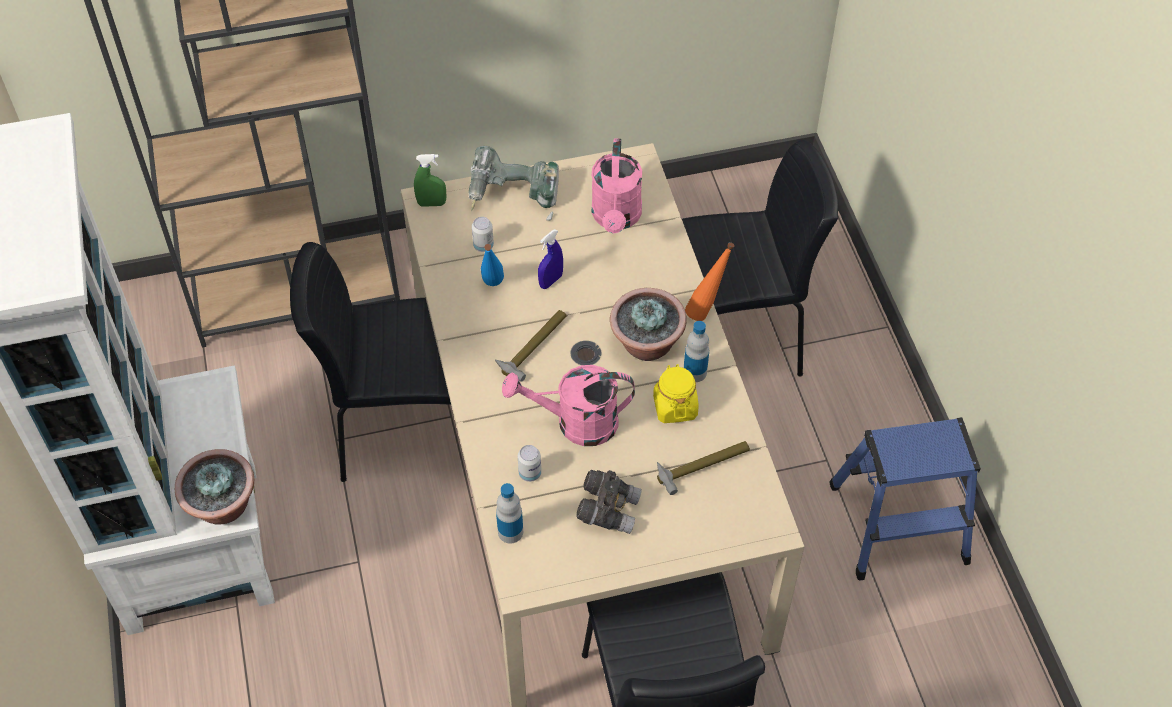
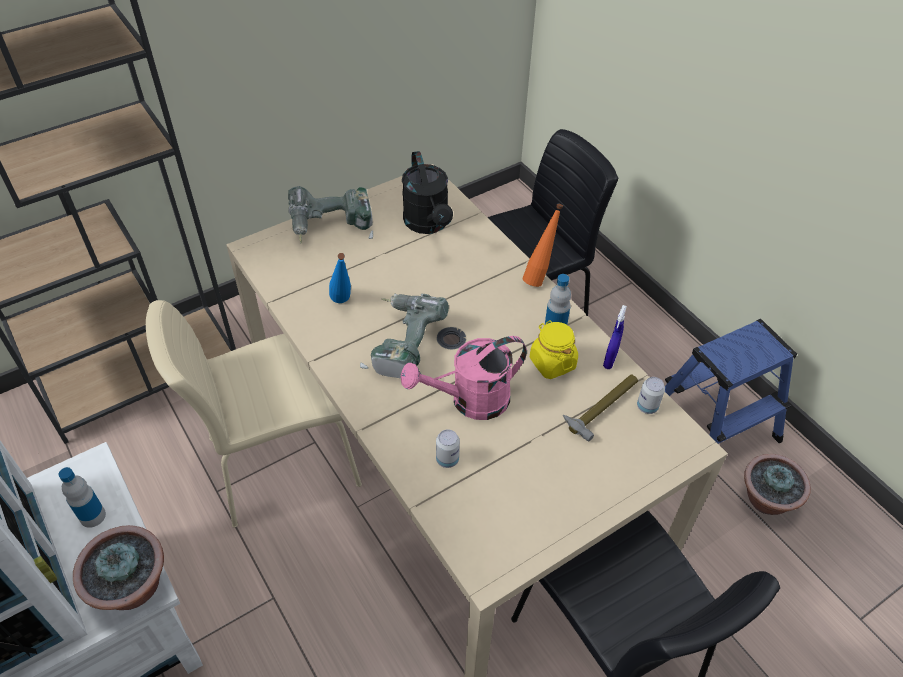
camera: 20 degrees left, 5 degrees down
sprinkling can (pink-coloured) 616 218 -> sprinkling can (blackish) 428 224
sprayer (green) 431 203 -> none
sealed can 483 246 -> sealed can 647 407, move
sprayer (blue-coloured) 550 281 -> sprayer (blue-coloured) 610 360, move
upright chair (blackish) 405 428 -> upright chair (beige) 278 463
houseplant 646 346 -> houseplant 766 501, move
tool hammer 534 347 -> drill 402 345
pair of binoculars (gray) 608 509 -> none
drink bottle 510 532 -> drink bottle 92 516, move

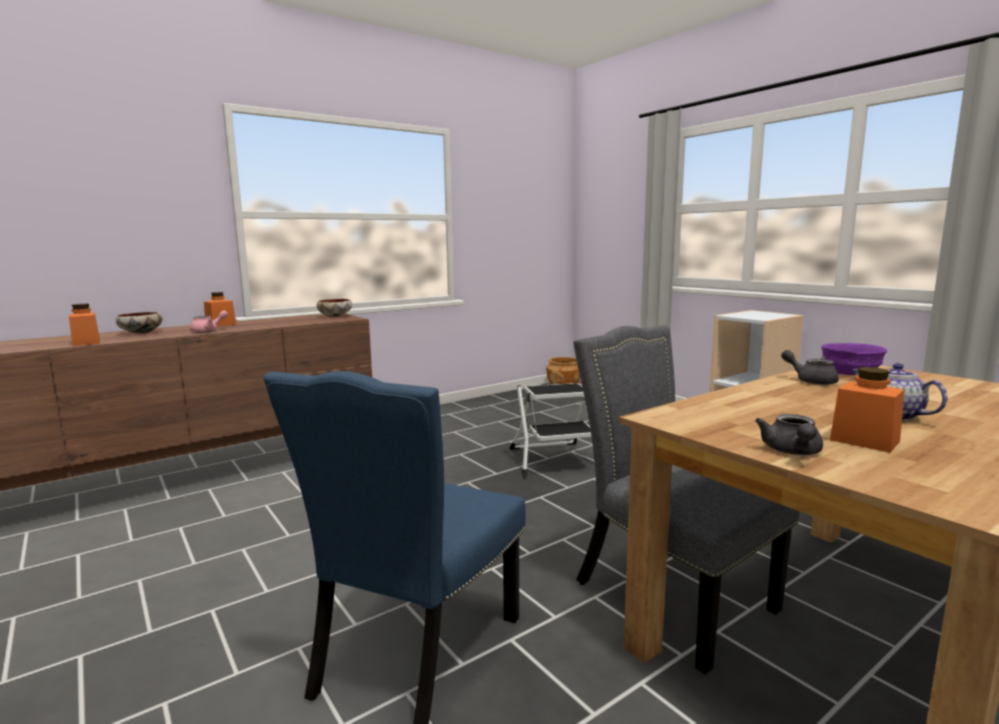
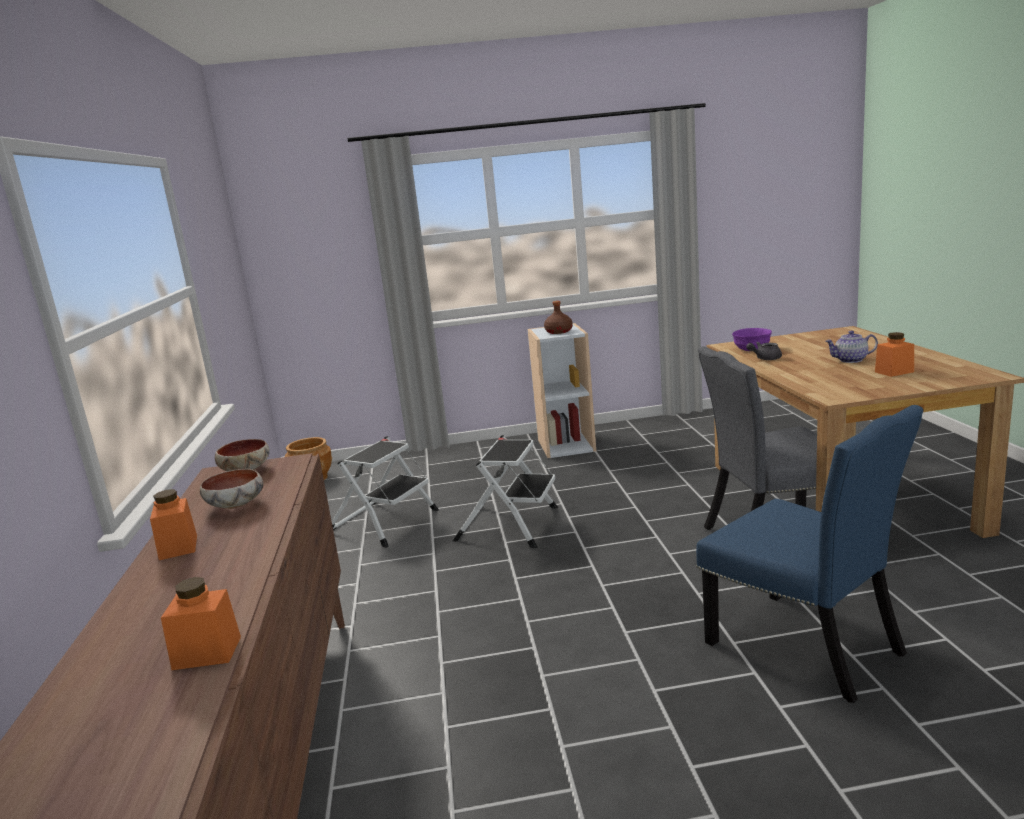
camera: 60 degrees left, 5 degrees up
pot for tea (pink-coloured) 208 331 -> none
deep dish 141 333 -> deep dish 237 505, move
pot for tea (gray) 792 452 -> none
none -> drink bottle (brown-coloured) 559 331
none -> step ladder 383 522

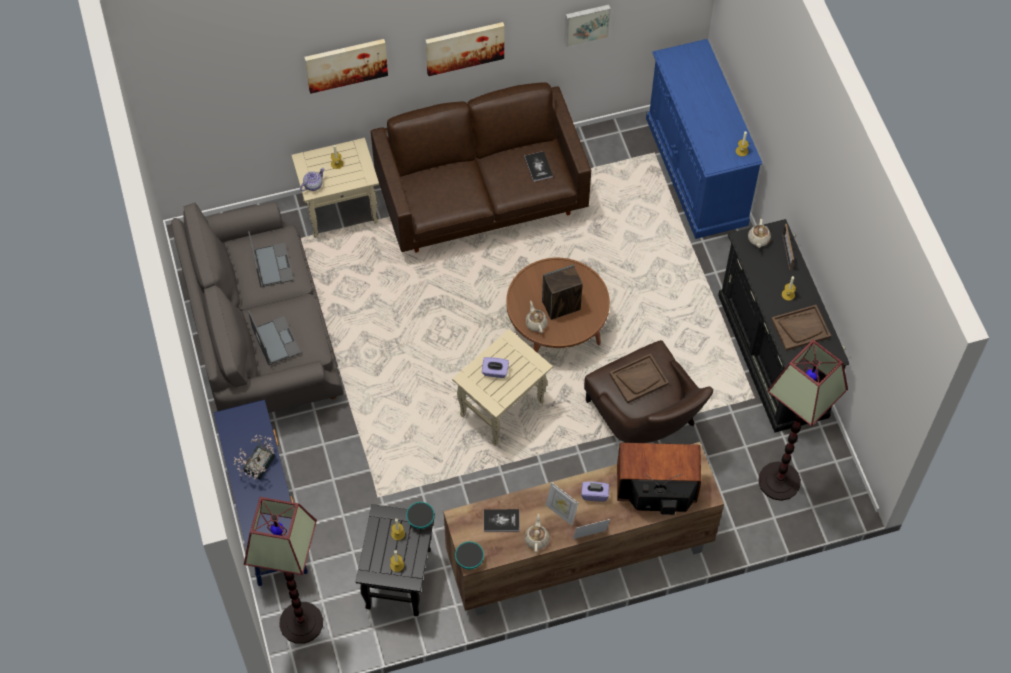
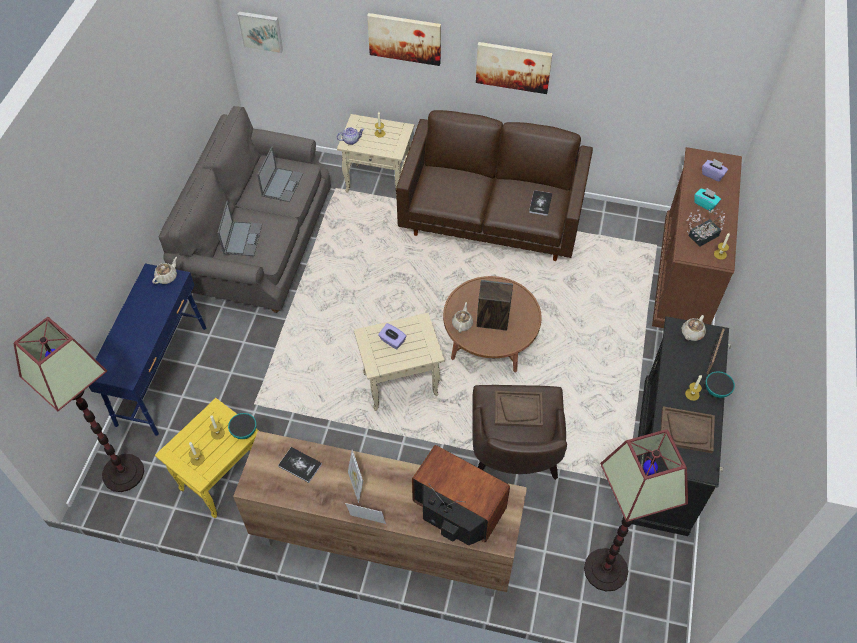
camera: 30 degrees right, 5 degrees down
wall art 586 23 -> wall art 261 31, move
cupboard (blue-coloured) 695 172 -> cupboard (brown-coloured) 684 274
houseplant 257 467 -> houseplant 700 237, move
tissue holder (purple) 594 494 -> tissue holder (purple) 712 174, move
side table (blackish) 399 580 -> side table (yellowish) 222 480
pot for tea (beige) 536 539 -> pot for tea (beige) 167 277, move
deep dish 469 560 -> deep dish 716 390, move
none -> tissue holder (blue-green) 705 204

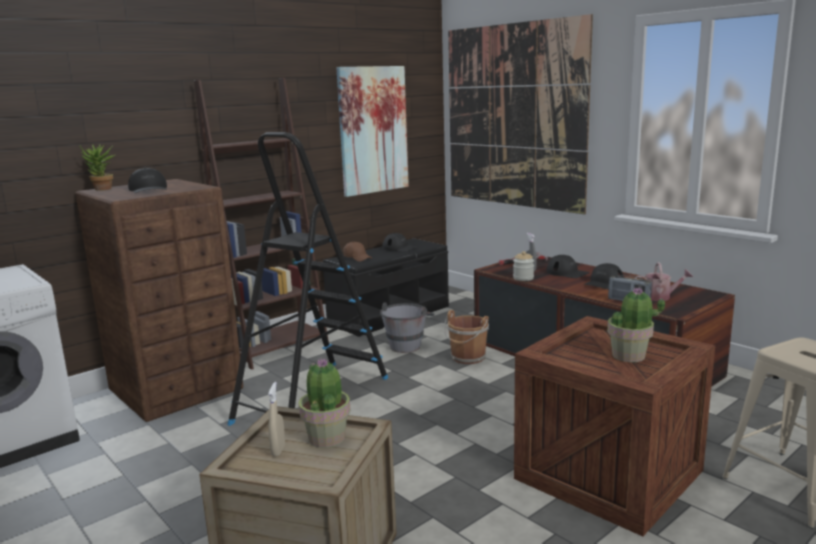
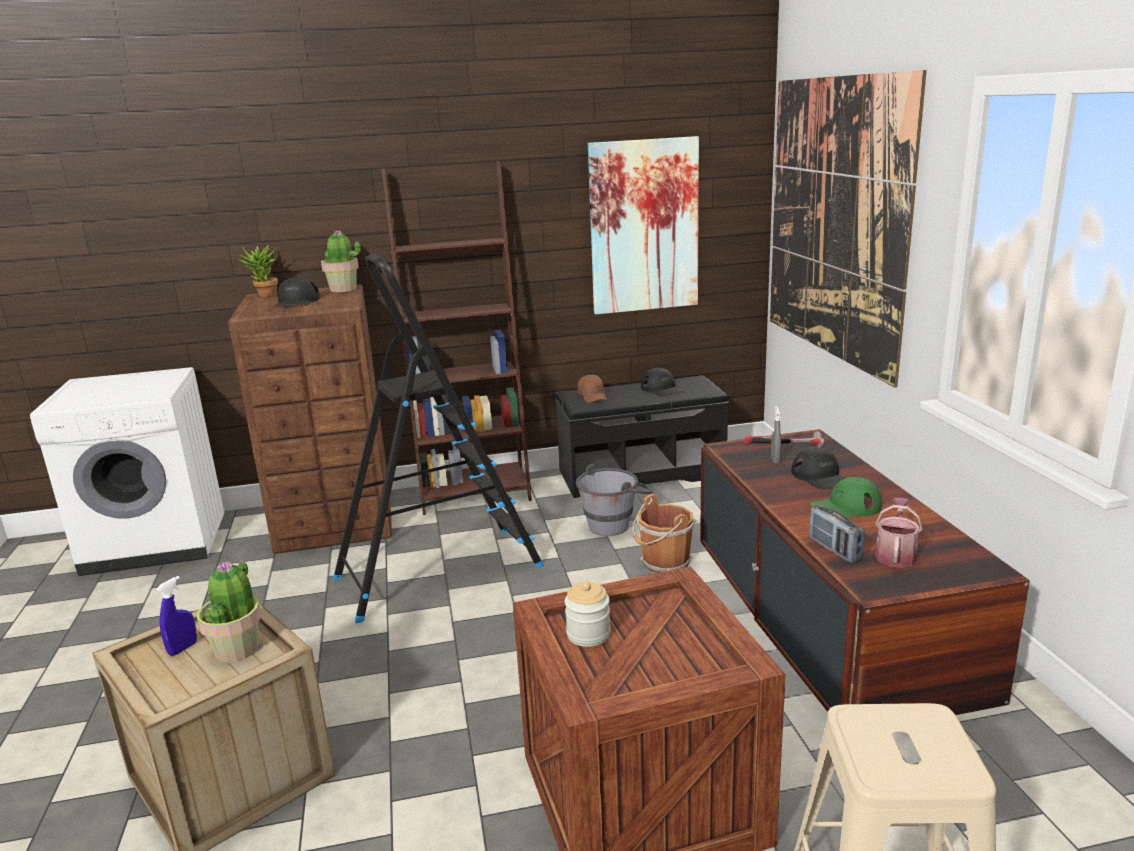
camera: 30 degrees right, 5 degrees up
storage jar 523 278 -> storage jar 588 634, move
sprinkling can 661 297 -> sprinkling can 895 554, 105 degrees counterclockwise
cap (blackish) 603 283 -> cap (green) 846 507
houseplant 629 356 -> houseplant 343 289, move
sprayer (beige) 278 450 -> sprayer (blue-coloured) 183 648

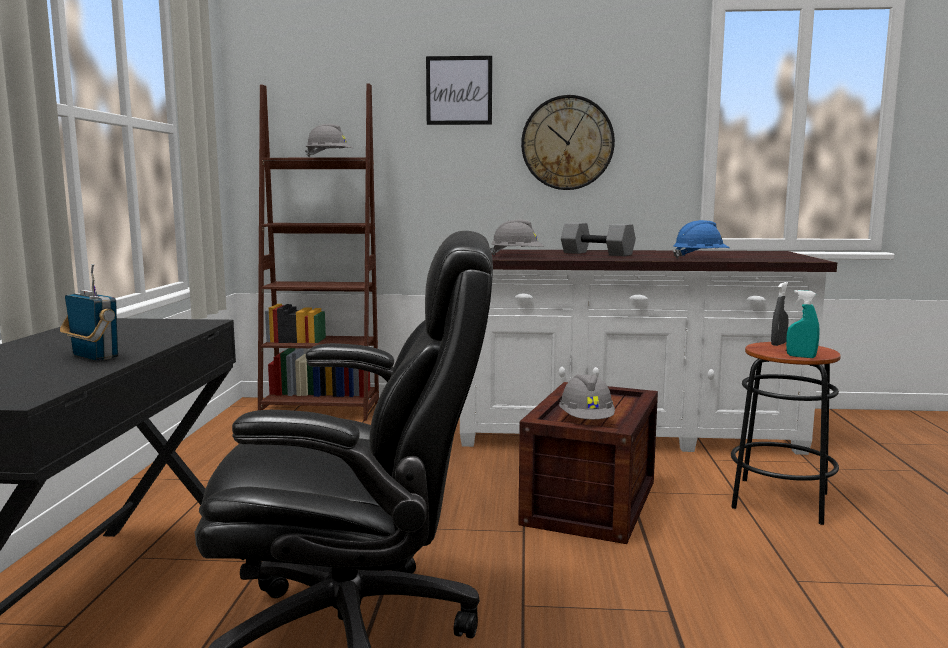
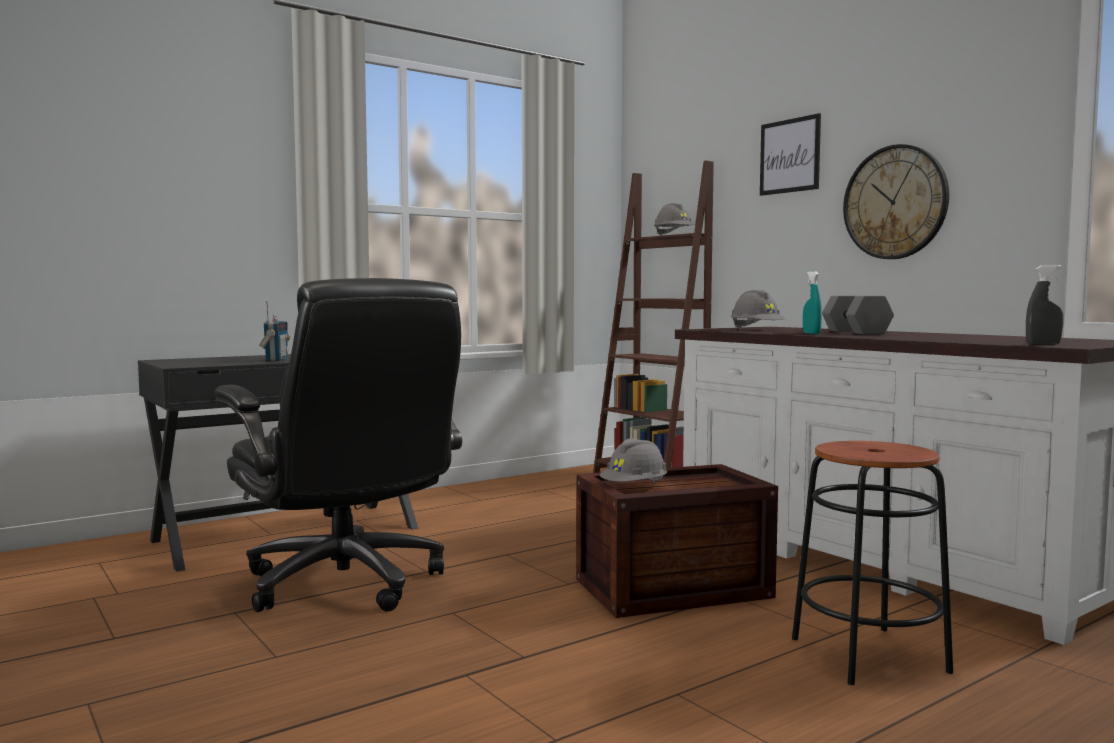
camera: 50 degrees right, 5 degrees down
hard hat (blue-coloured) 700 258 -> none
sprayer (gray) 778 344 -> sprayer (gray) 1043 344, move
sprayer (blue-green) 801 356 -> sprayer (blue-green) 811 333, move

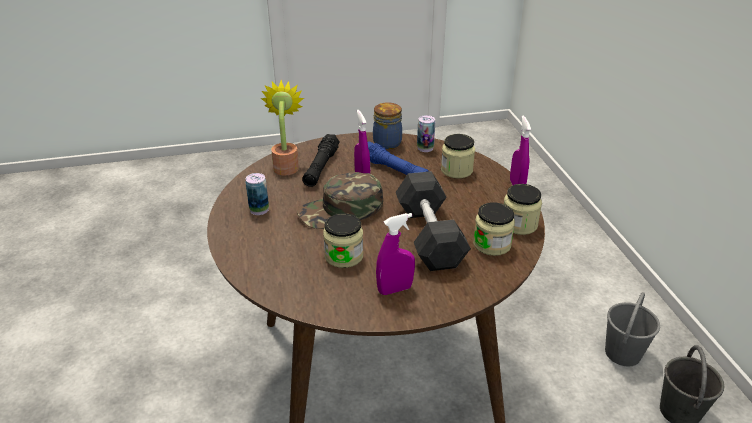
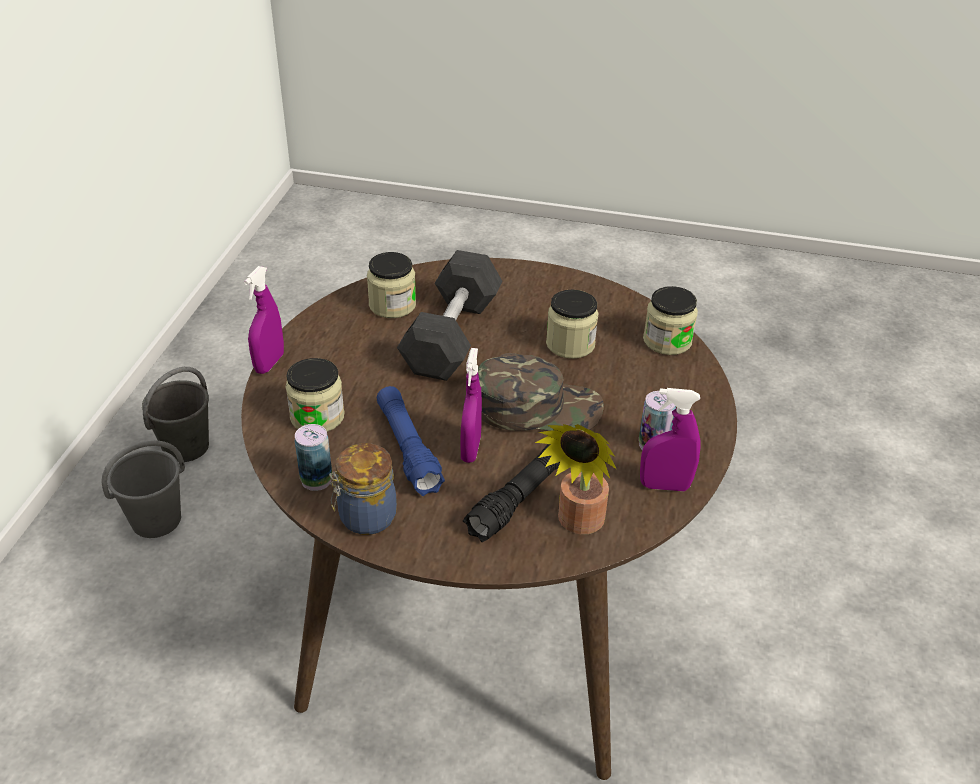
camera: 155 degrees left, 5 degrees up
storage jar 519 224 -> storage jar 667 341, move
sprayer (purple) 395 289 -> sprayer (purple) 664 486, move

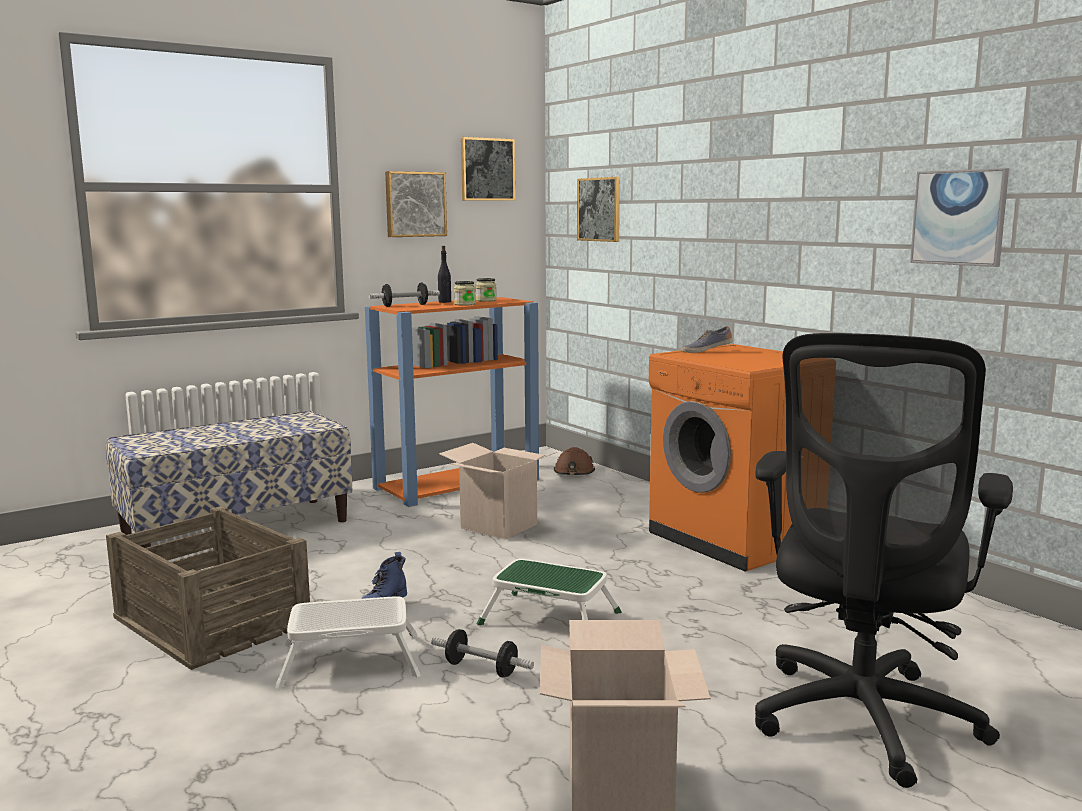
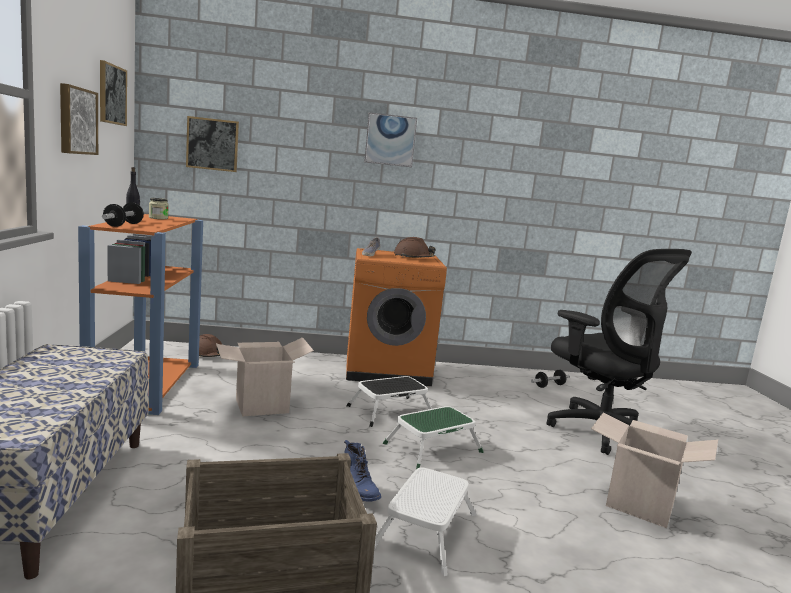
camera: 60 degrees left, 0 degrees up
wall art 959 217 -> wall art 390 140, move
storage jar 465 304 -> none
dumbbell 481 669 -> dumbbell 549 385, move
none -> hard hat (brown-coloured) 413 258
none -> step ladder (blackish) 390 411

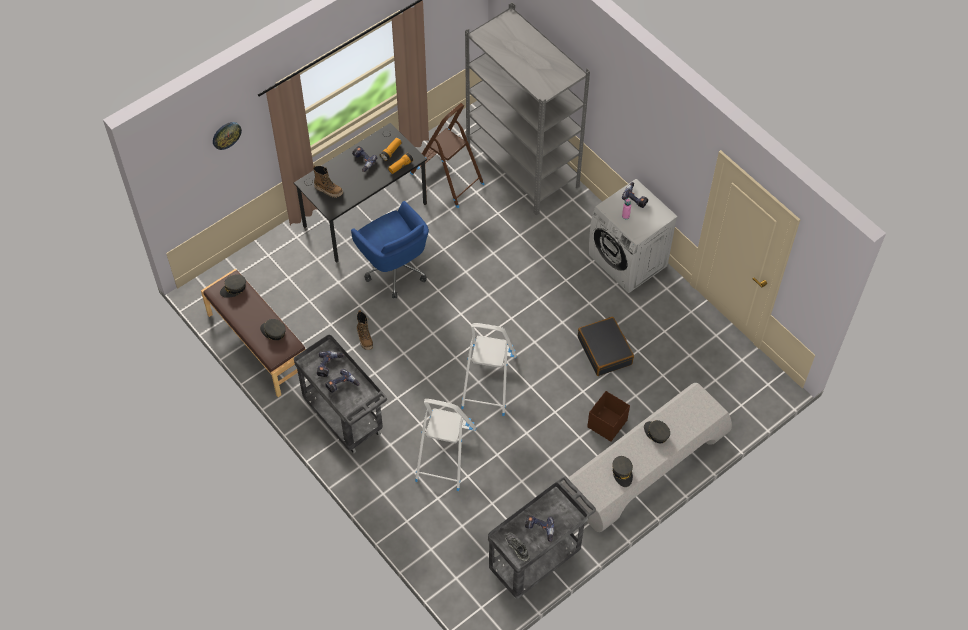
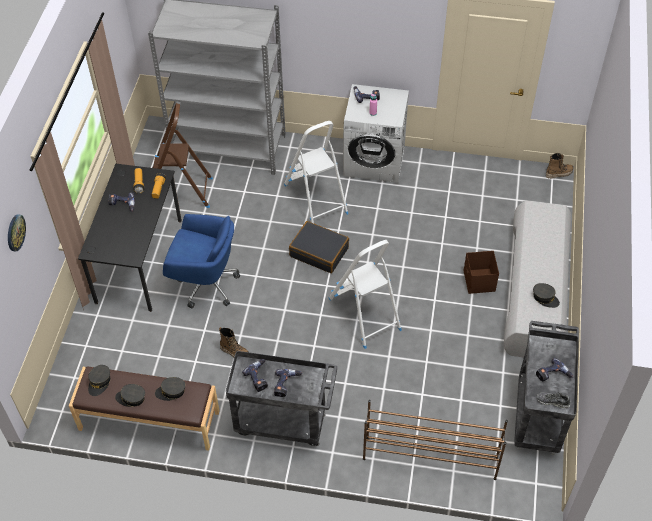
camera: 40 degrees left, 5 degrees down
tall boot 328 190 -> tall boot 559 173, move
suitcase (blackish) 605 351 -> suitcase (blackish) 319 252, move
step ladder (white) 446 453 -> step ladder (white) 315 198, move
cap (gray) 656 433 -> cap (gray) 131 398, move
none -> shoe shelf (brown-coloured) 429 458

